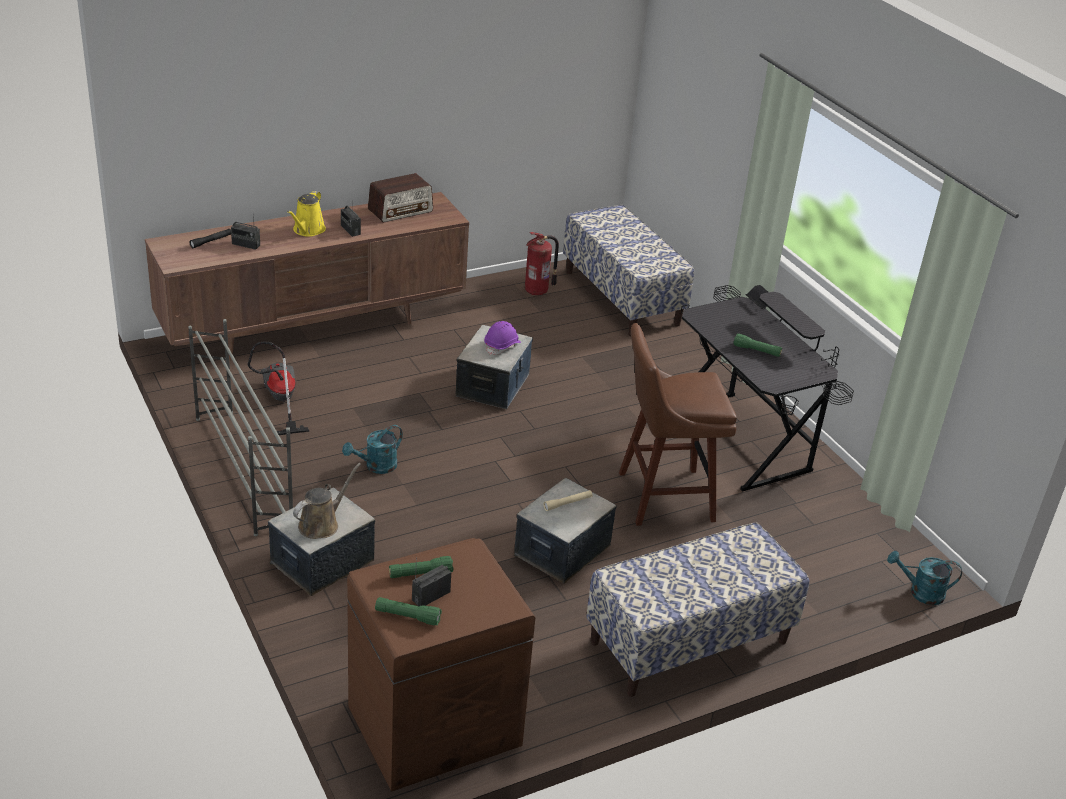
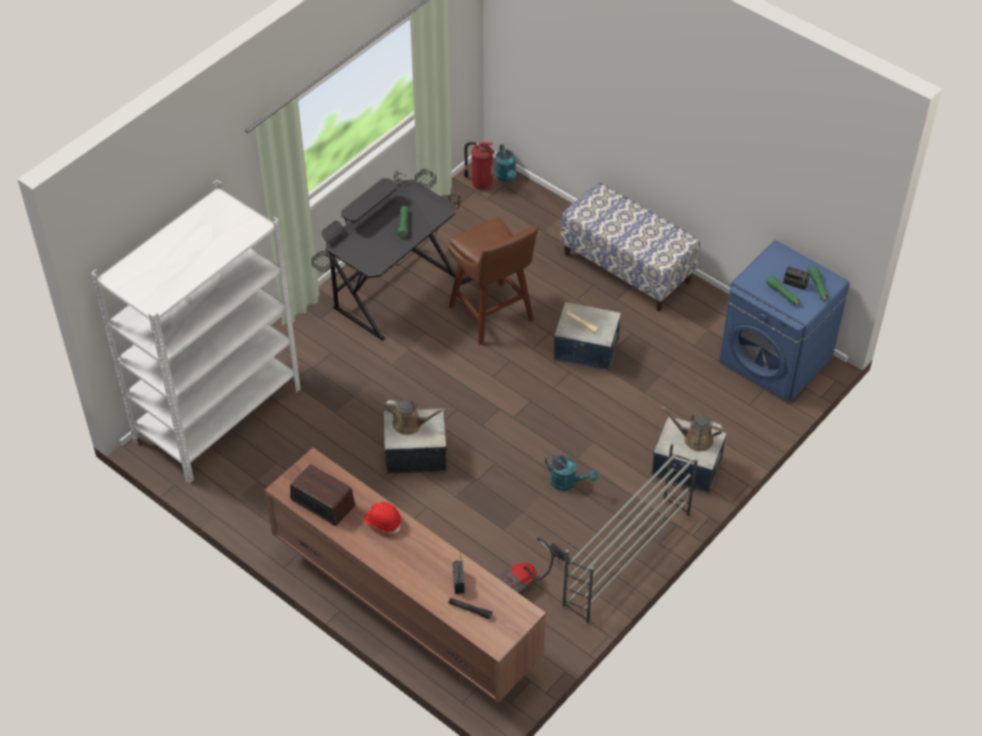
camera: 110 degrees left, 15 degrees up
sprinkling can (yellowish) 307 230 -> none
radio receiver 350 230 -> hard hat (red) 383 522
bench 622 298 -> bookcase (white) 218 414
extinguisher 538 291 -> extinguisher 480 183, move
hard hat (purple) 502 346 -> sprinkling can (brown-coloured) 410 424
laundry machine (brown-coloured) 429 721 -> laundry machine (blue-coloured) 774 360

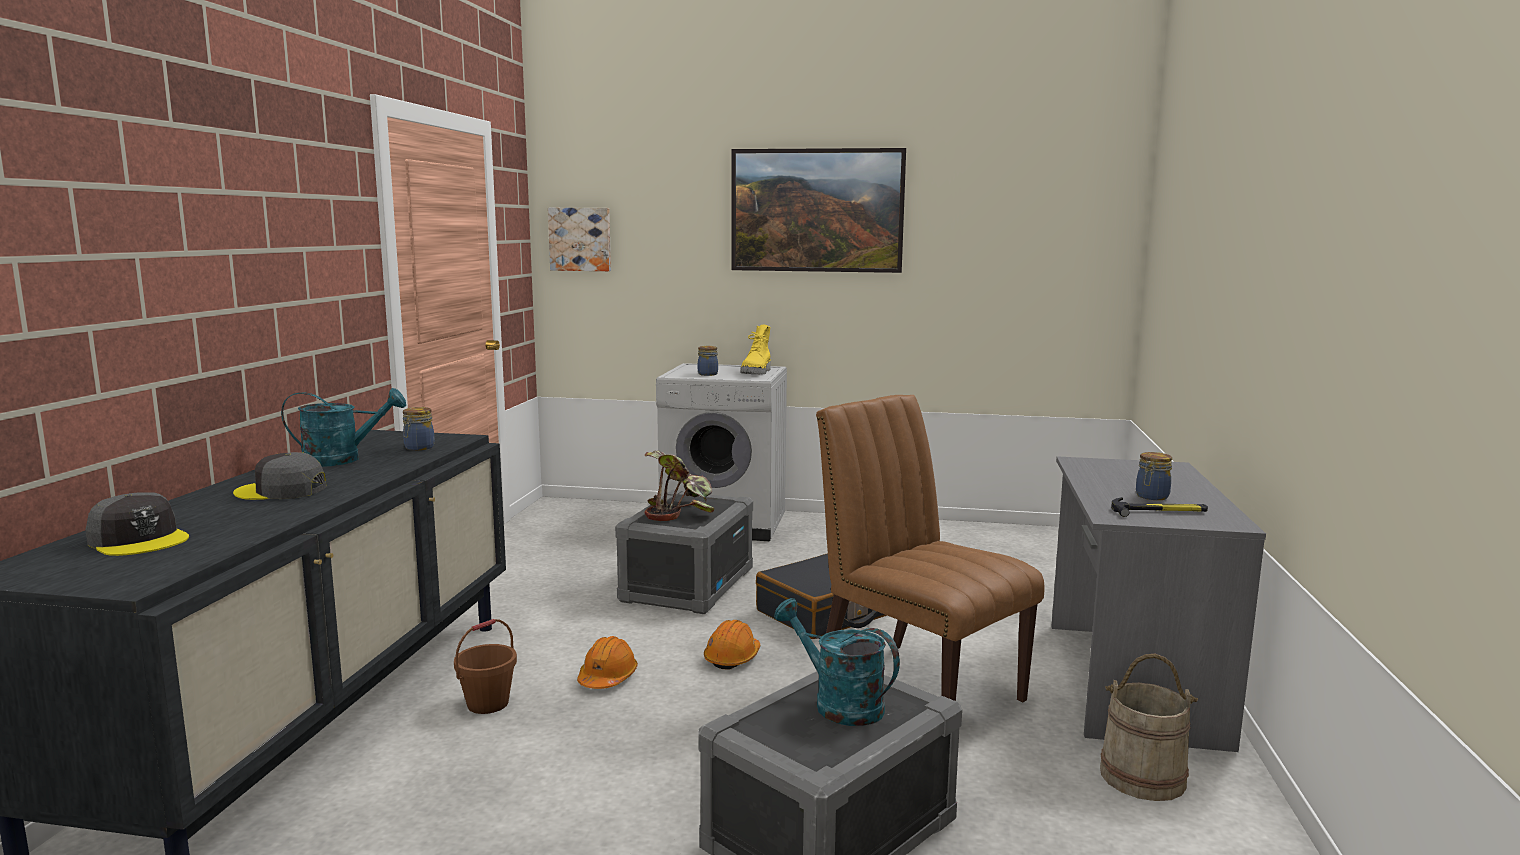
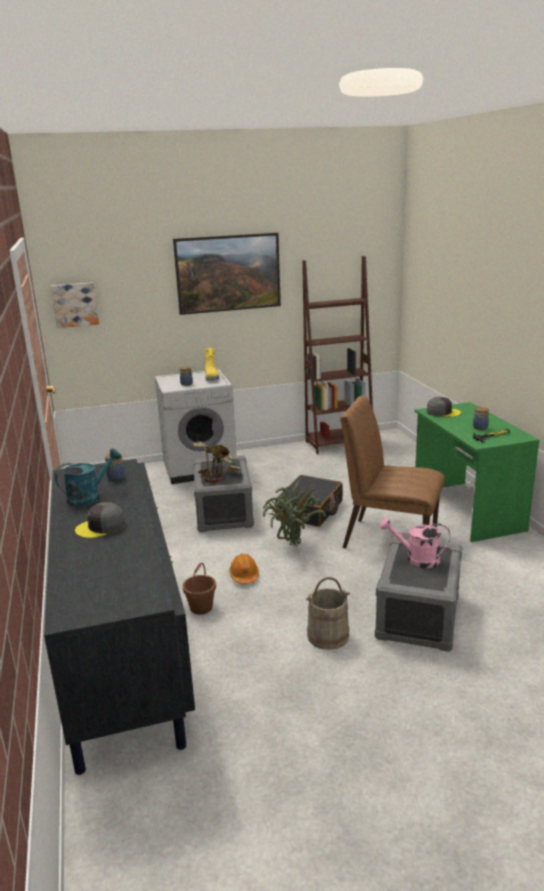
camera: 25 degrees left, 10 degrees up
desk (gray) 1128 681 -> desk (green) 466 510
cap (gray) 139 540 -> cap (gray) 442 412, move
sprinkling can (blue-green) 838 704 -> sprinkling can (pink-coloured) 416 559
hard hat (orange-coloured) 732 658 -> houseplant 292 547
bucket (beige) 1142 777 -> bucket (beige) 328 636, move
none -> bookcase (brown-coloured) 339 443

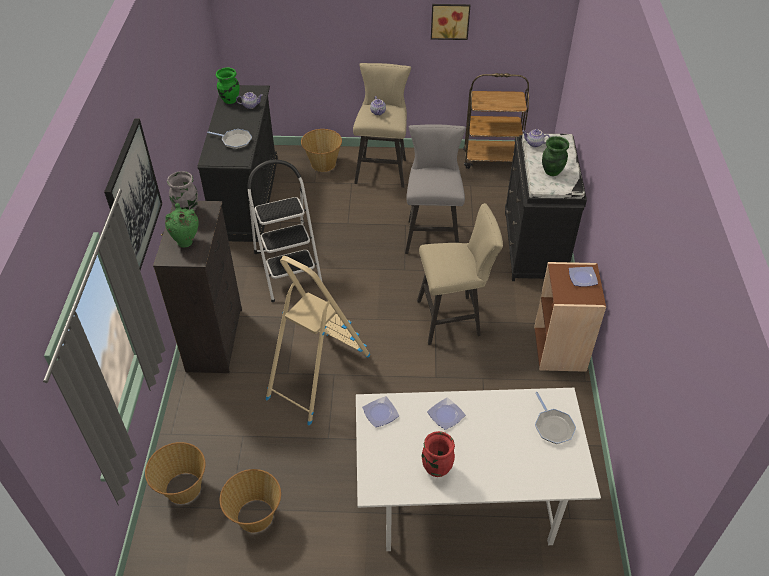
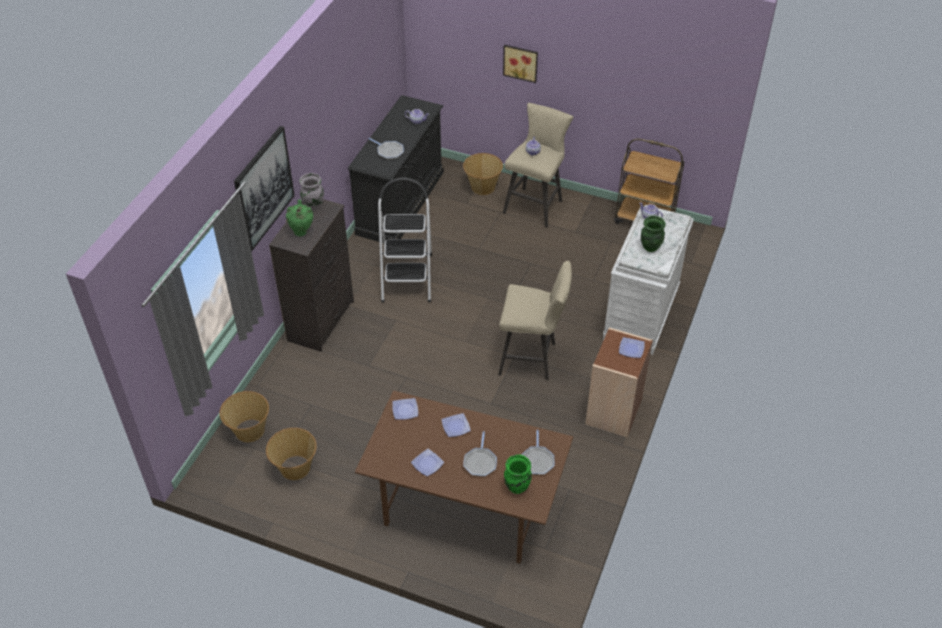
camera: 20 degrees right, 0 degrees up
wall art 450 20 -> wall art 521 62, move
decorative vase (green) 230 100 -> decorative vase (green) 516 487, move
sitting stool (gray) 432 234 -> none
dresser (blackish) 534 246 -> dresser (white) 641 313
step ladder (beige) 319 375 -> none
dinner table (white) 465 497 -> dinner table (brown-coloured) 467 505
decorative vase (red) 436 468 -> dinner plate 427 463
none -> frying pan 480 462

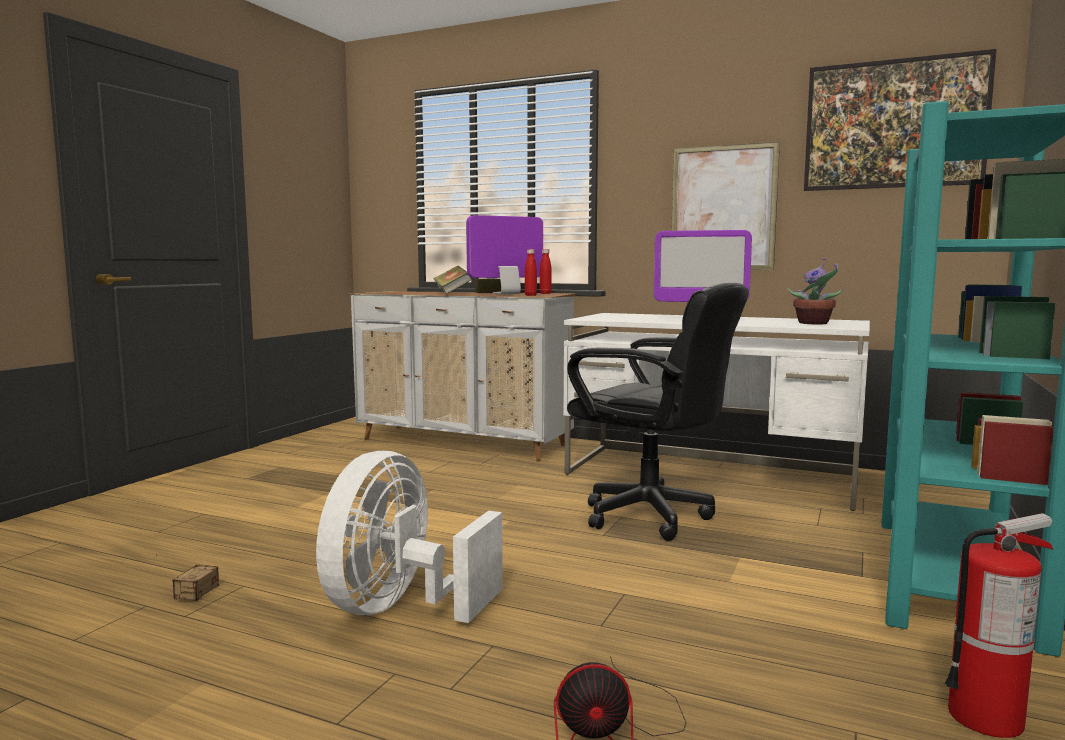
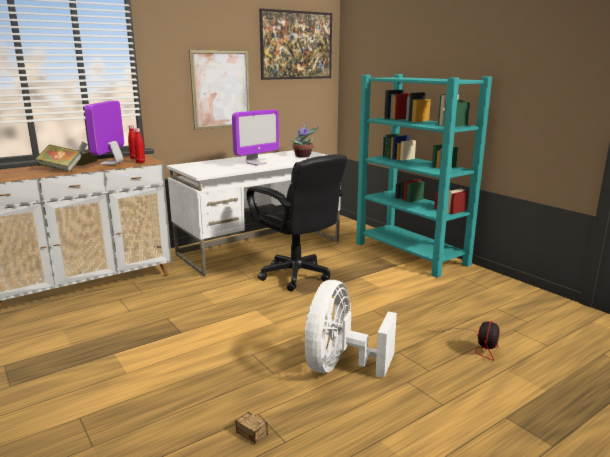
camera: 60 degrees left, 10 degrees up
desk chair (blackish) 654 518 -> desk chair (blackish) 298 277, 75 degrees clockwise
cooling fan (white) 401 608 -> cooling fan (white) 340 366, 60 degrees clockwise
extinguisher 986 717 -> none

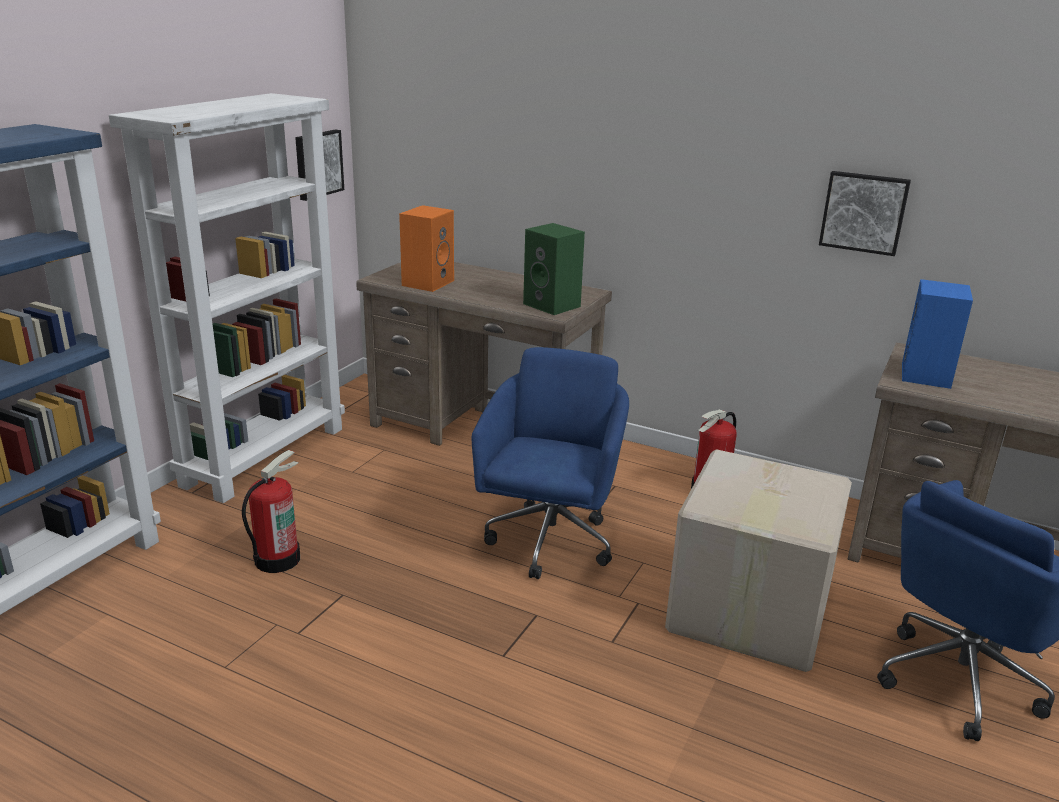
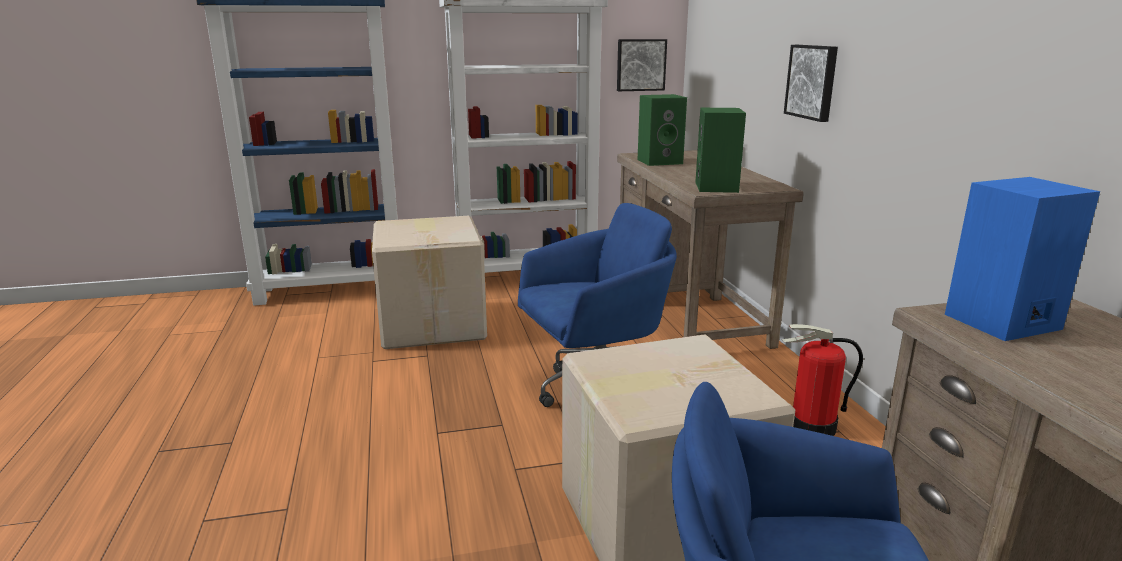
camera: 50 degrees right, 5 degrees down
wall art 864 212 -> wall art 812 82, move
loudspeaker (orange-coloured) 427 282 -> loudspeaker (green) 660 161
extinguisher 277 559 -> cardboard box 433 324

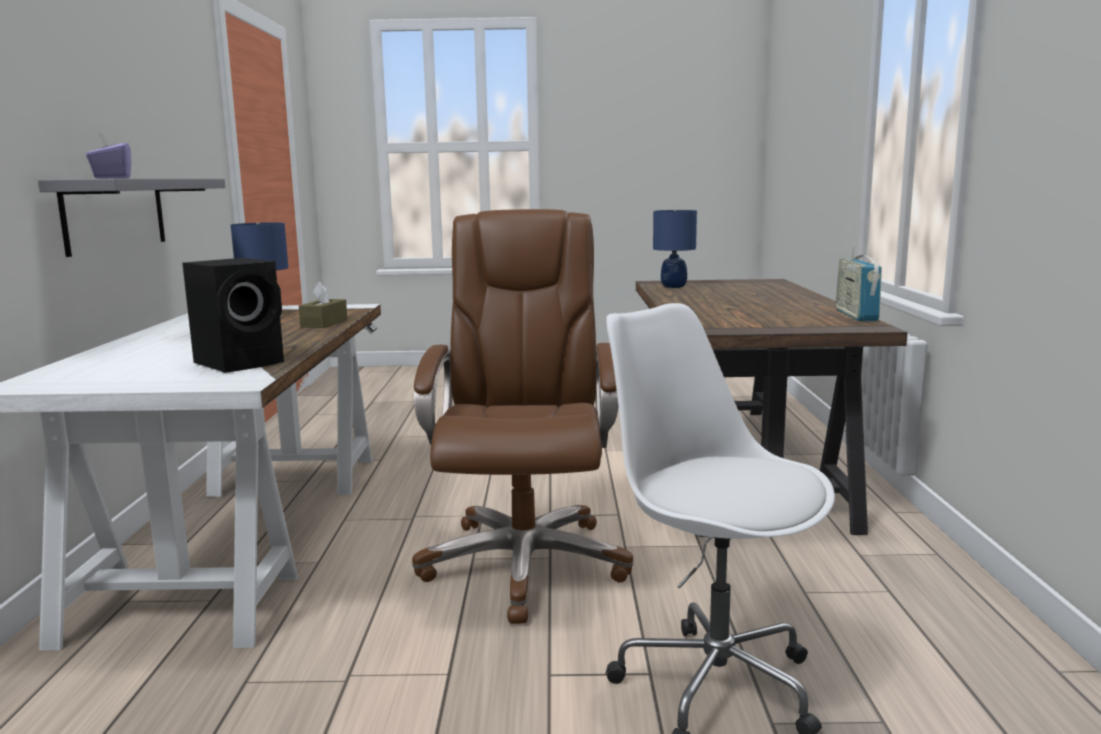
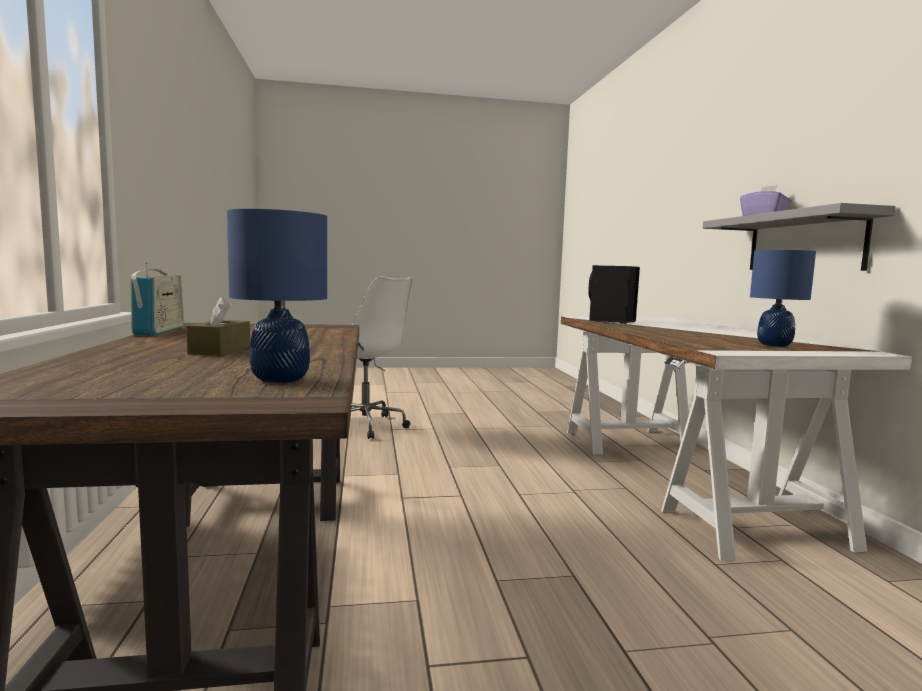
camera: 170 degrees right, 5 degrees down
desk chair (brown-coloured) 524 563 -> none
tissue holder (brown-coloured) 324 323 -> tissue holder (brown-coloured) 220 350, move

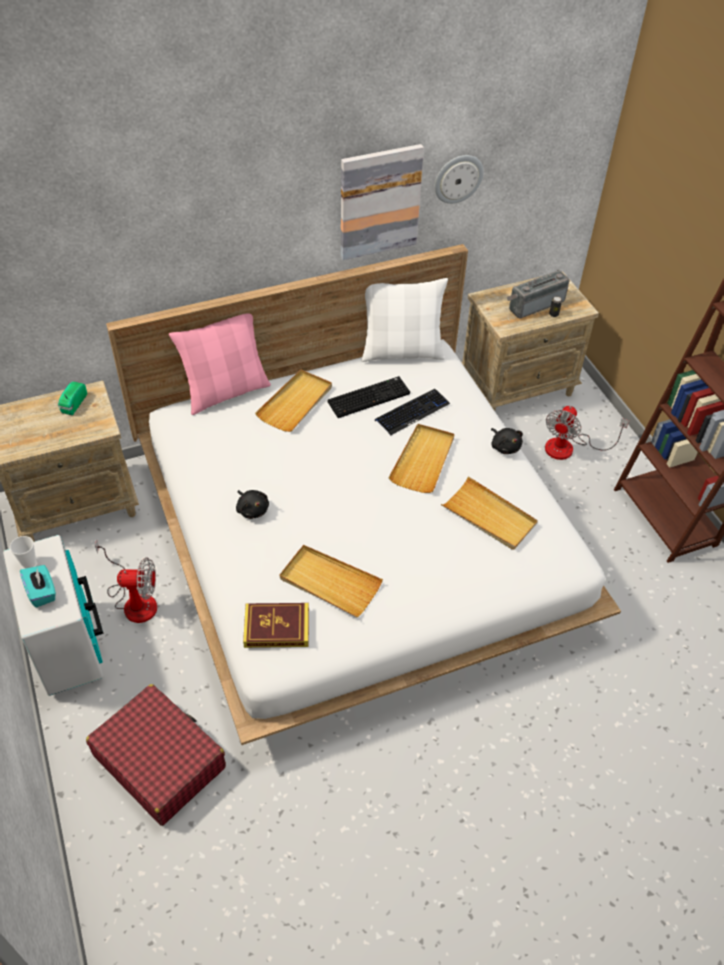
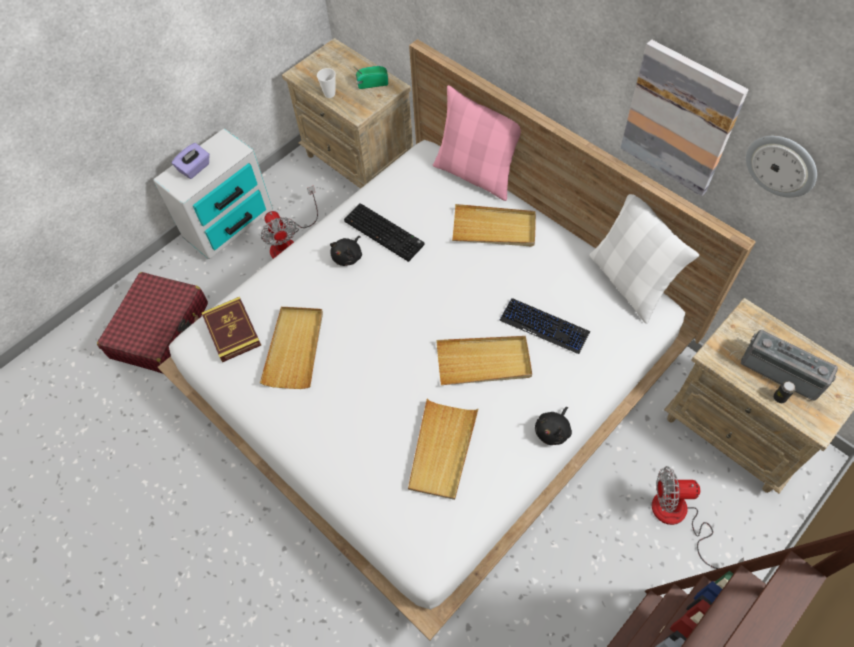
camera: 70 degrees right, 10 degrees up
computer keyboard 369 397 -> computer keyboard 385 232, move
drinking cup 29 563 -> drinking cup 329 94, move
tissue holder (blue-green) 42 592 -> tissue holder (purple) 195 168

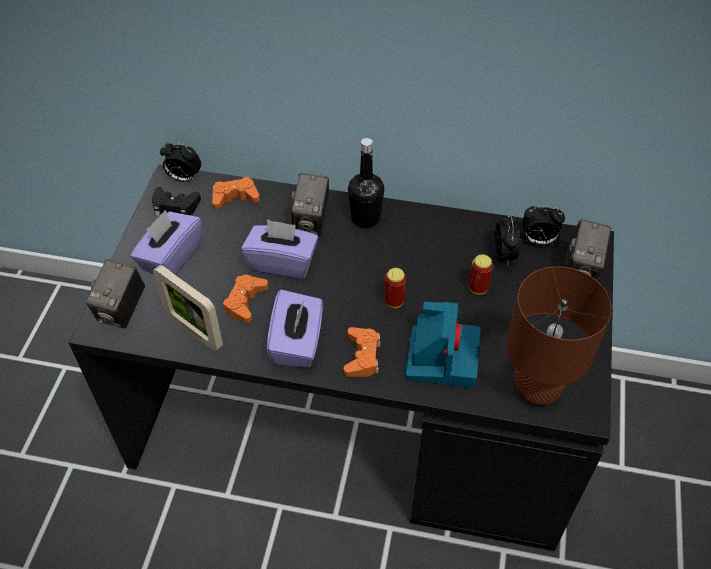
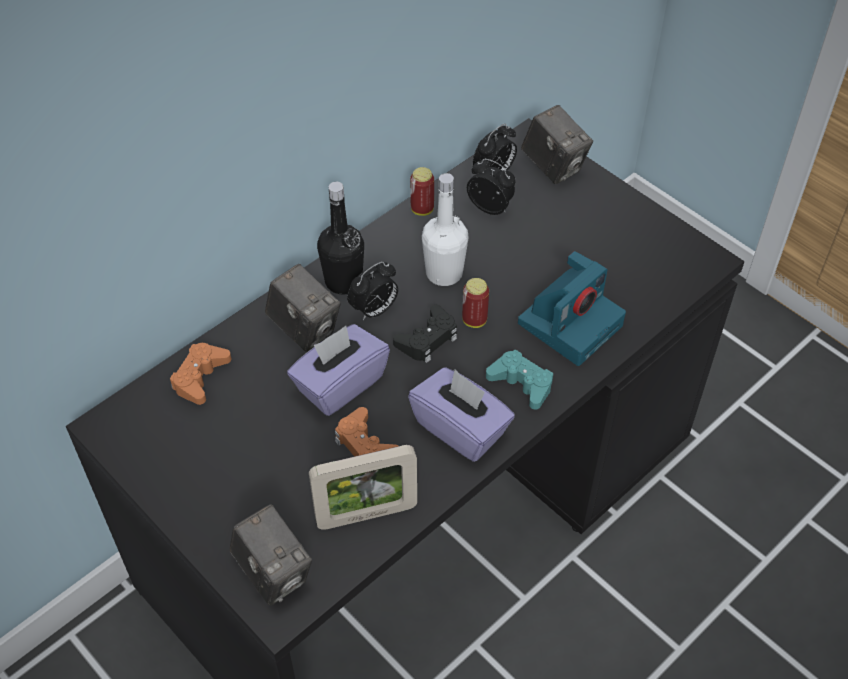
camera: 55 degrees left, 0 degrees up
bedside clock 183 178 -> bedside clock 374 310, move
joypad (blackish) 175 206 -> joypad (blackish) 427 339, move
tissue holder (purple) 171 257 -> none
sealed can 478 288 -> sealed can 422 210, move
lamp for a table (brown-coloured) 538 390 -> none
photo camera 441 356 -> photo camera 570 322, 90 degrees clockwise
joypad (orange-coloured) 362 356 -> joypad (blue-green) 521 383
none -> drink bottle (white) 444 273

